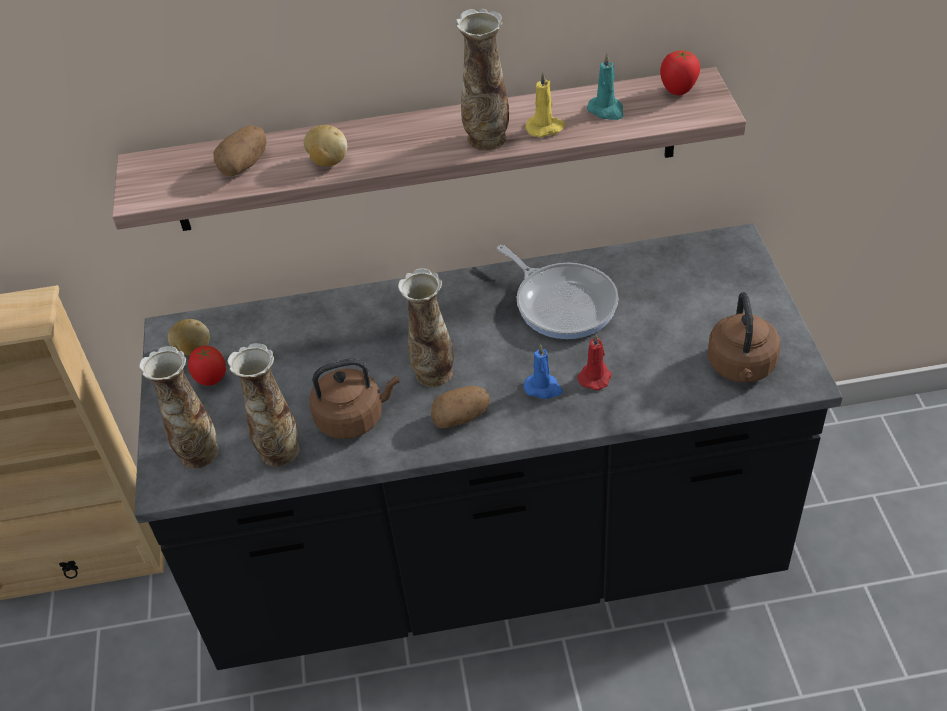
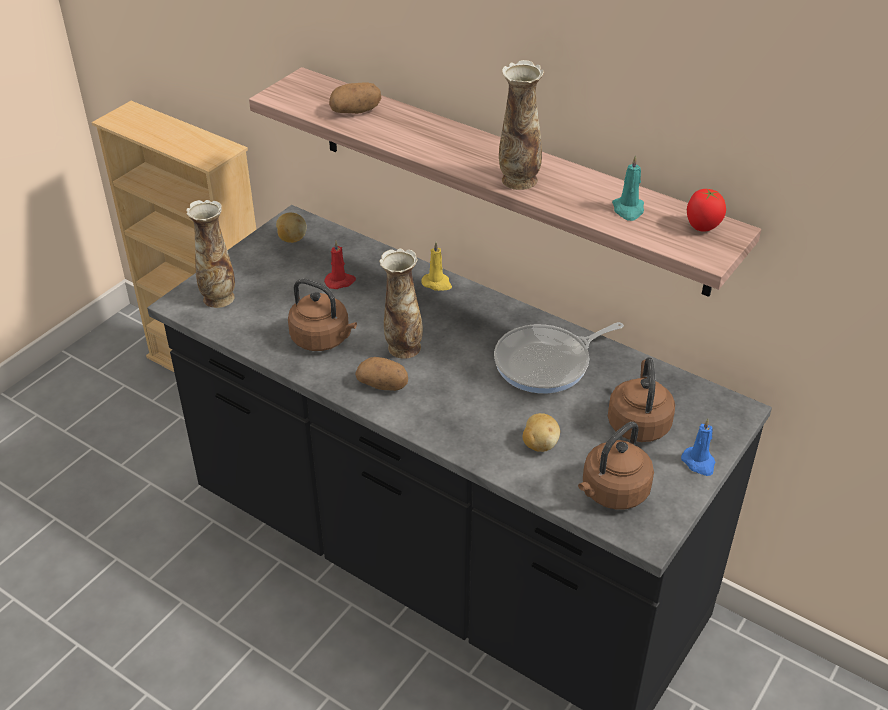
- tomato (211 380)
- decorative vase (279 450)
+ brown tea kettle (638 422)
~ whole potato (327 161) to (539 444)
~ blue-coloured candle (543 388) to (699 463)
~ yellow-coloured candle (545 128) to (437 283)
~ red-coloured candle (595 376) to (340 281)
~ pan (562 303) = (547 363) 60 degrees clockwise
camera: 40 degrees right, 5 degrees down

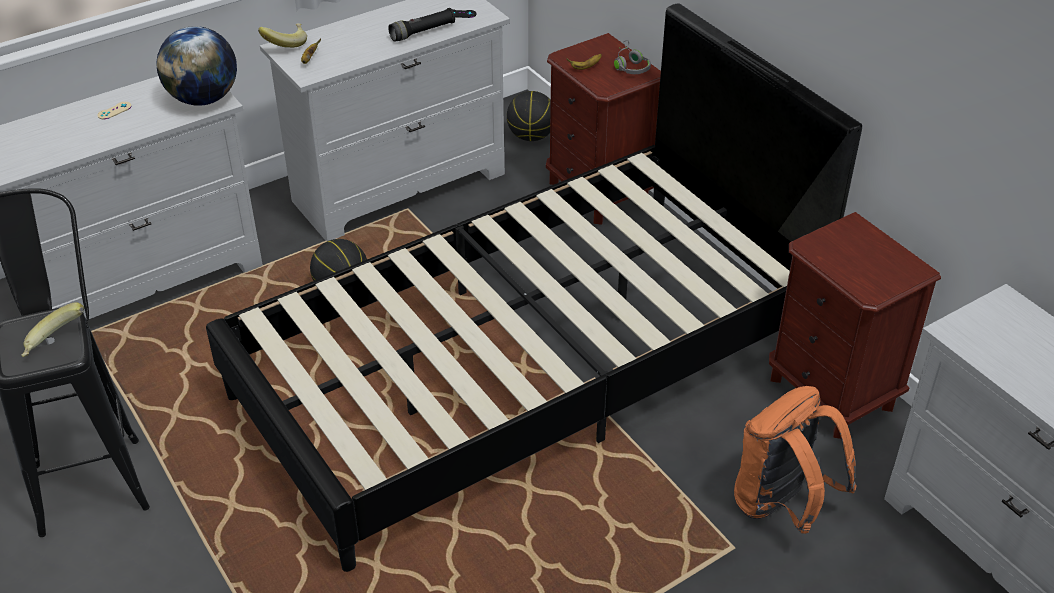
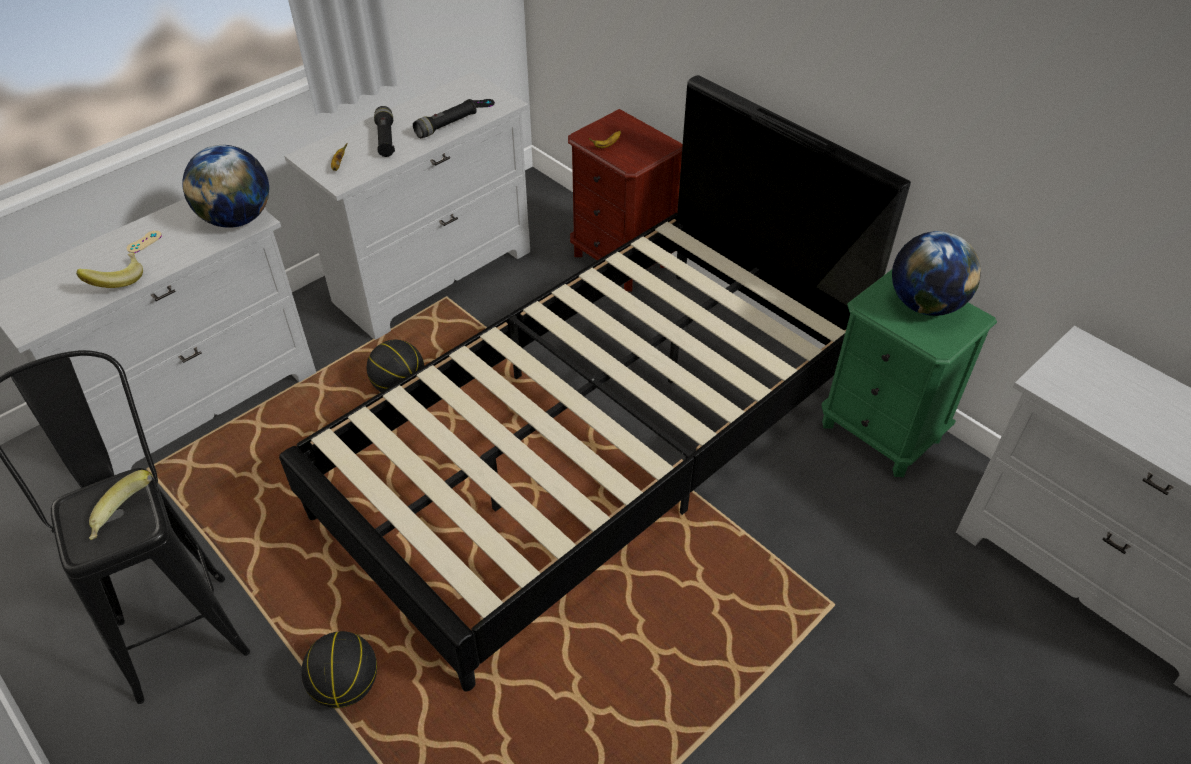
- greyish headset (630 65)
- orangey knapsack (781 506)
+ black-coloured torch (386 139)
+ desk globe (925 304)
~ whole banana (285 44) to (117 280)
~ ball for basketball (531 136) to (347 685)
~ brown nightstand (831 393) to greenish nightstand (880 432)
camera: 10 degrees left, 5 degrees up

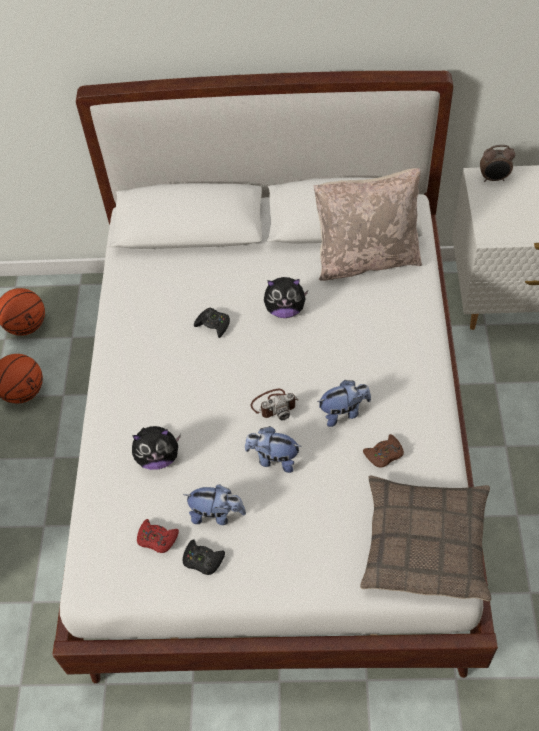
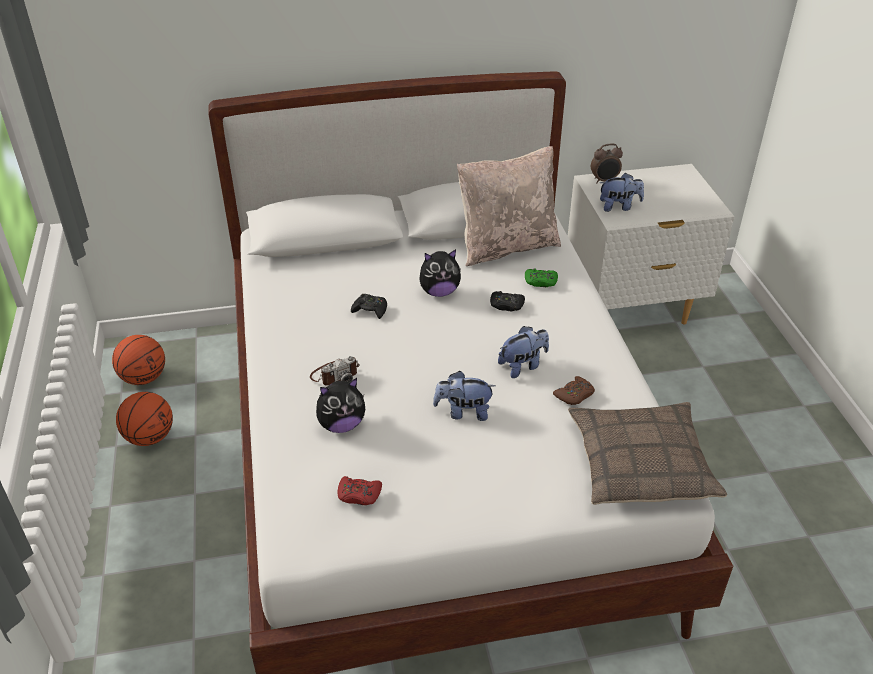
+ greenish joypad (540 282)
~ plush toy (217 514) to (619 207)
~ black-coloured joypad (203 560) to (506 305)
~ photo camera (274 405) to (335 374)
camera: 15 degrees left, 15 degrees down

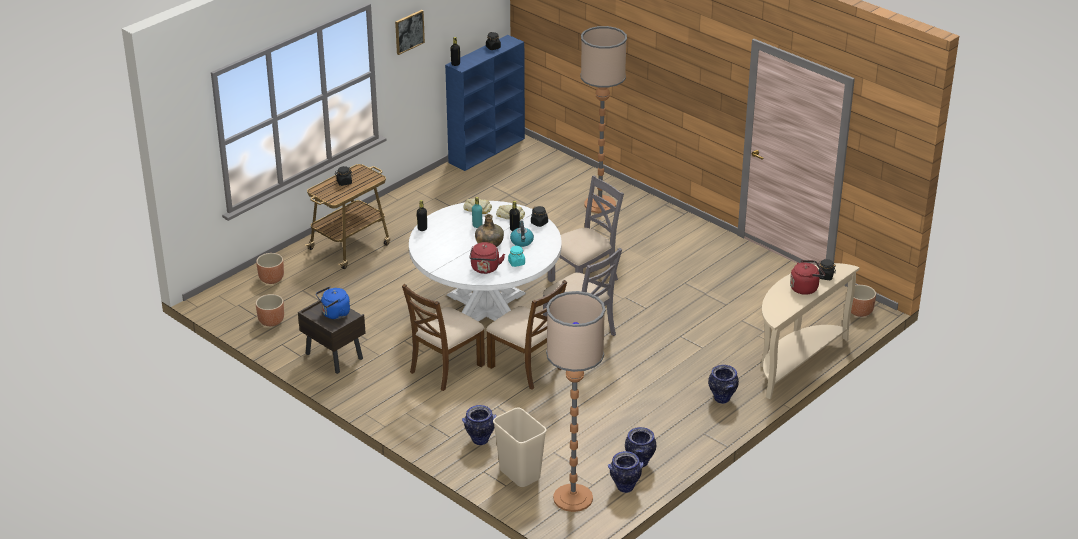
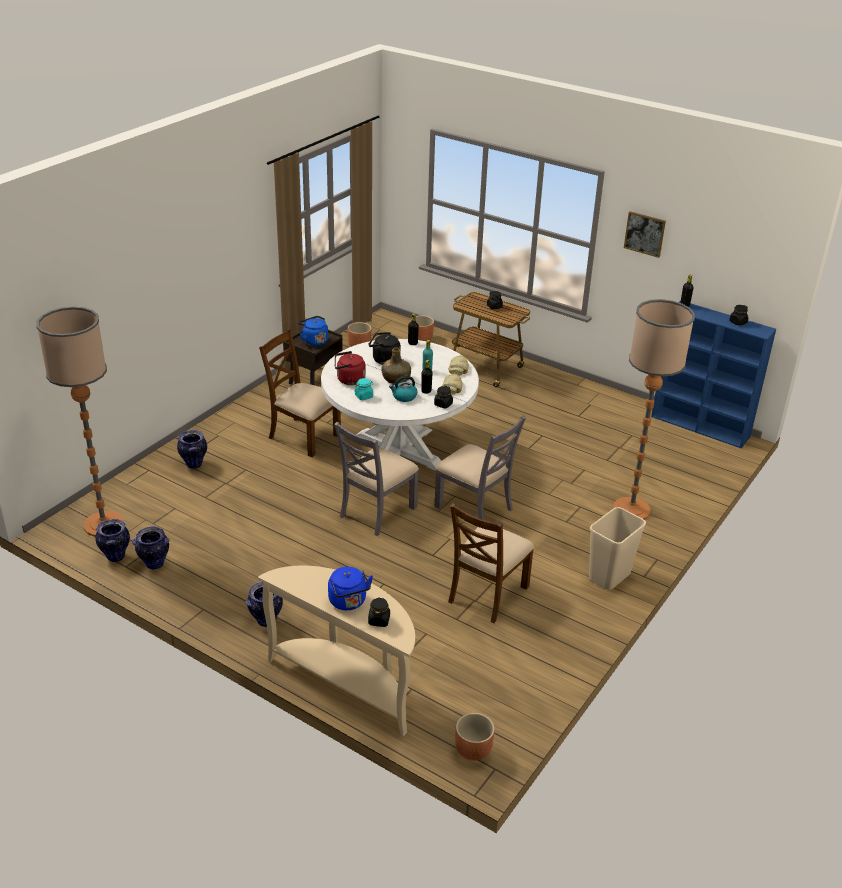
+ black-coloured tea kettle (384 360)
~ brown plain chair (526 367) to (487 594)
~ beige waste bin (519 474) to (609 576)
~ red-coloured tea kettle (805 288) to blue-coloured tea kettle (349 602)
camera: 80 degrees right, 0 degrees up

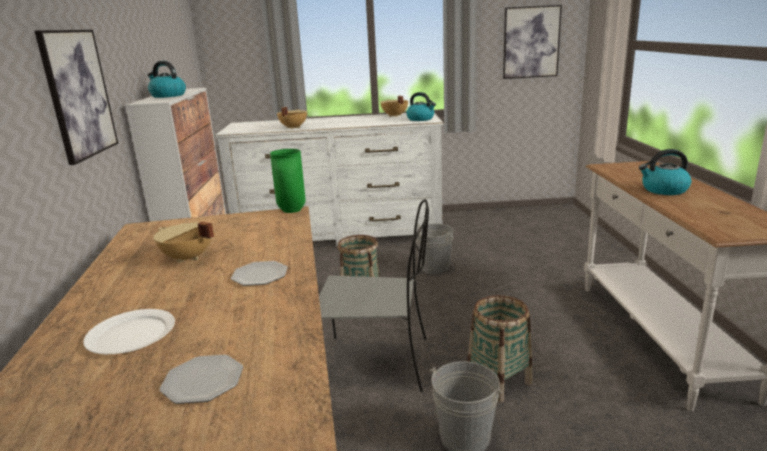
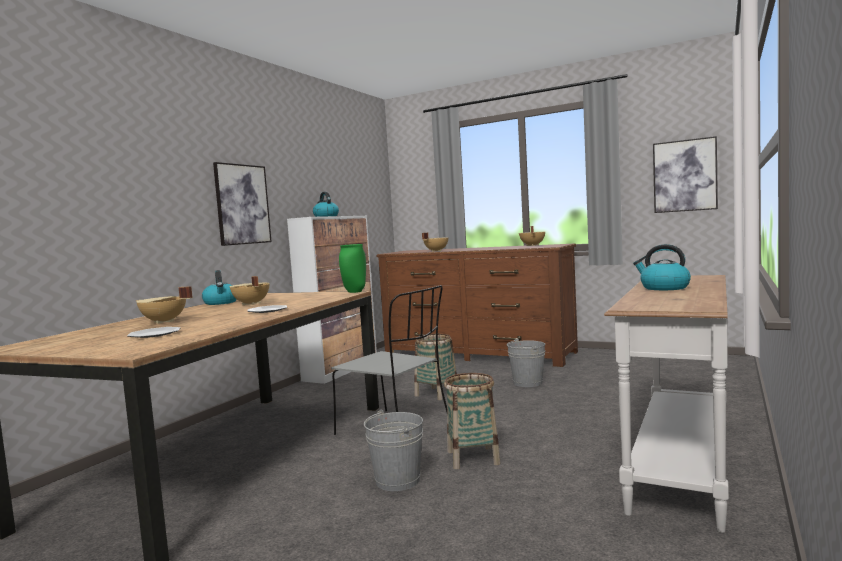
~ tea kettle (421 119) to (221 303)
~ white flat dish (132 335) to beige stockpot (163 322)
~ white dresser (340 234) to brown dresser (478 354)
camera: 30 degrees right, 15 degrees down

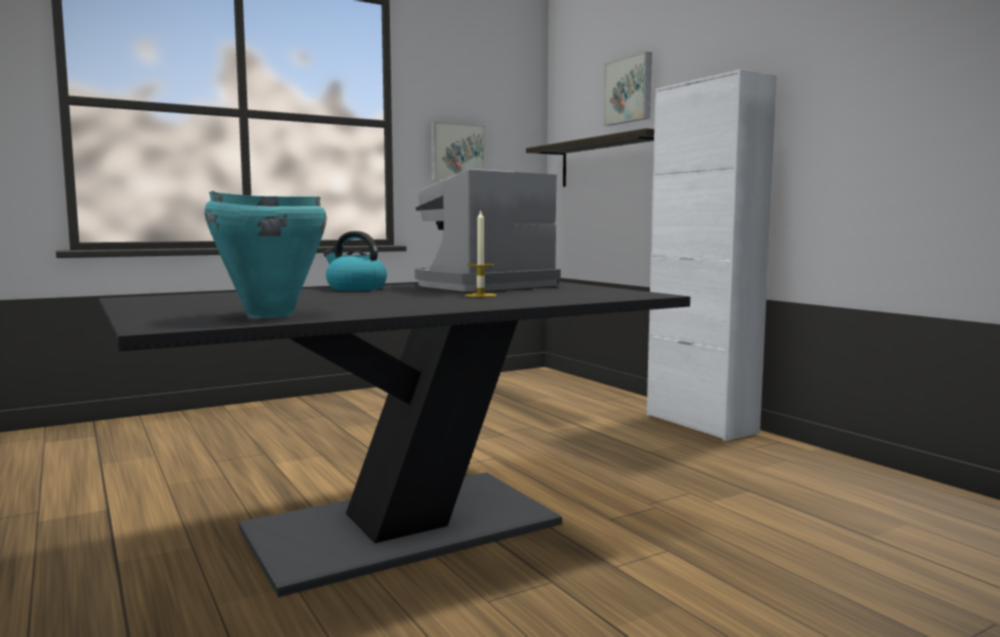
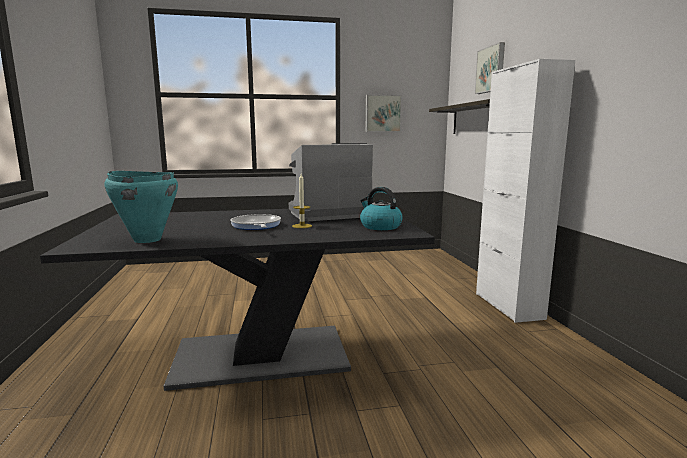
+ pan (256 226)
~ tea kettle (355 288) to (380 226)
camera: 20 degrees right, 5 degrees up

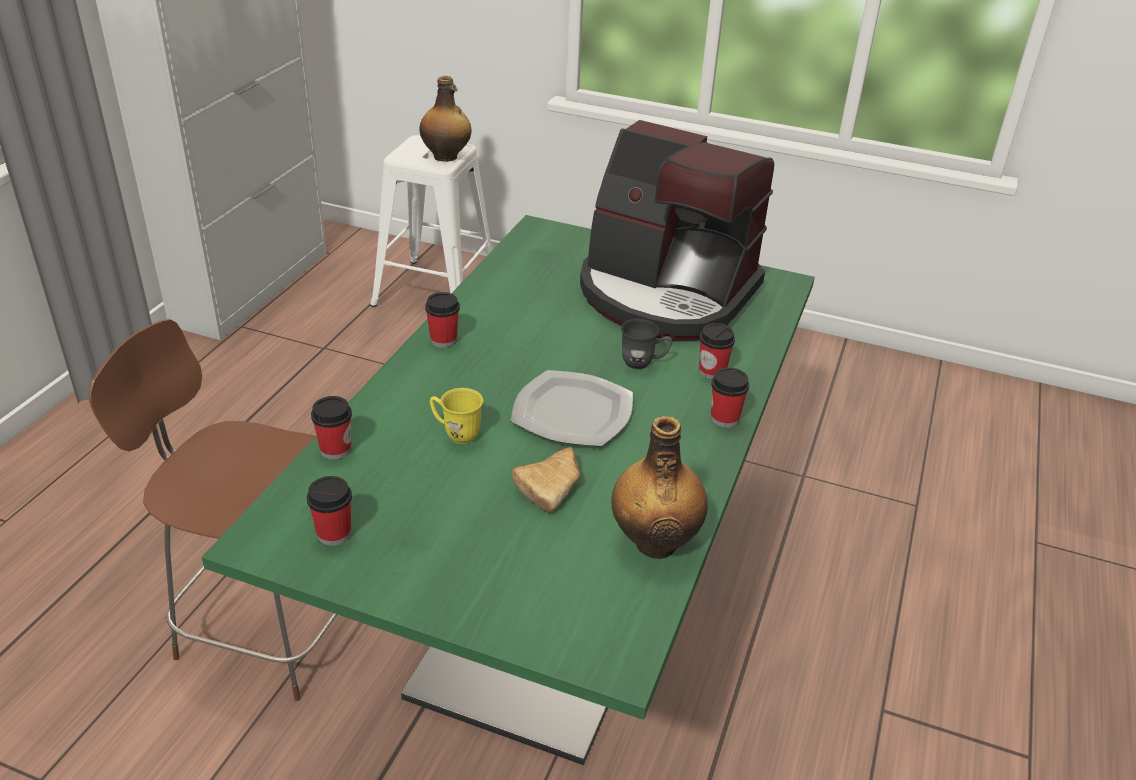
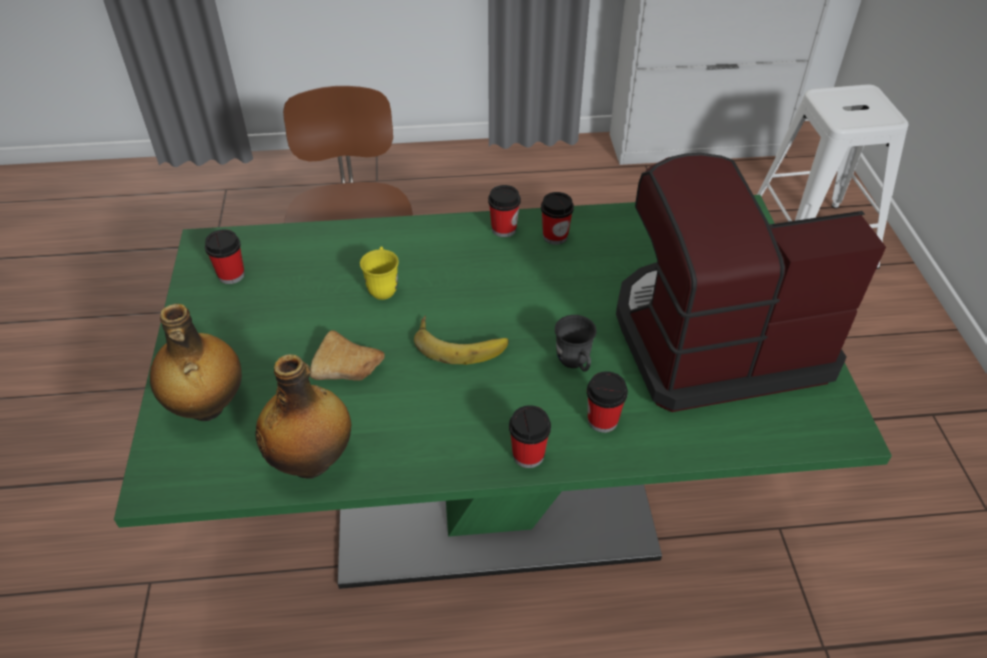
~ drinking cup (335 450) to (555 236)
~ bottle (446 157) to (207 407)
~ flat dish (572 411) to whole banana (460 342)
~ coffee maker (666 294) = (714 339) 75 degrees clockwise
camera: 65 degrees right, 10 degrees up

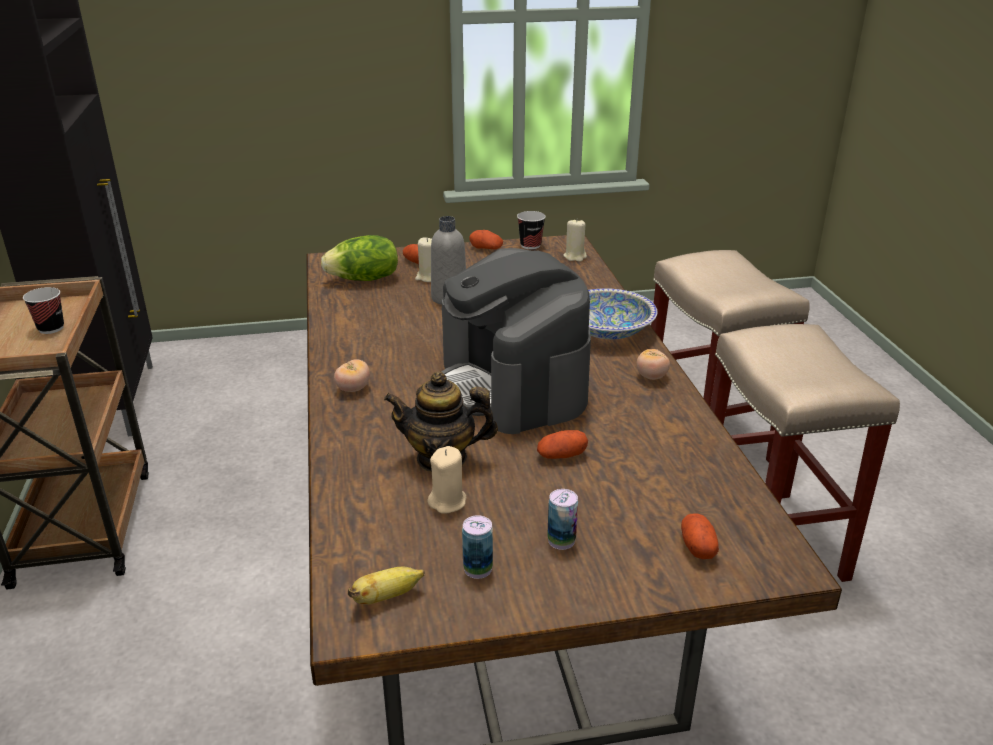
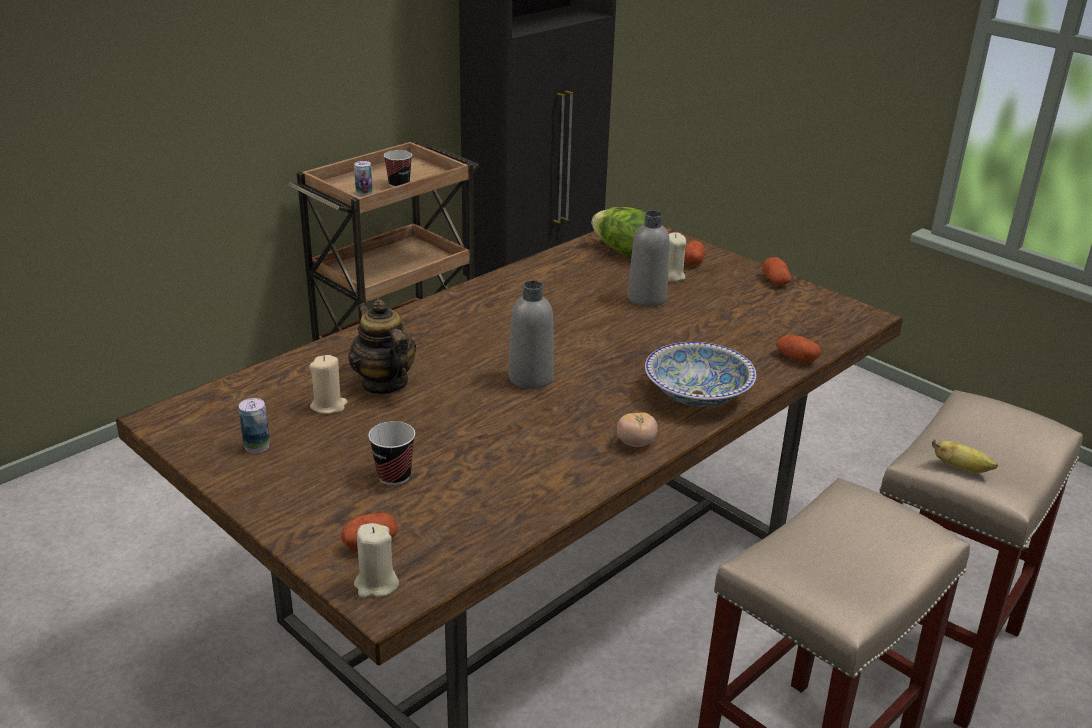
- tomato (353 389)
~ whole banana (386 597) to (961 468)
~ drinking cup (530 245) to (394 476)
~ whole potato (561 455) to (796 358)
~ metal can (561 540) to (364 194)
~ beige candle (575 257) to (376 584)
~ coffee maker (513 385) to greyish bottle (531 378)
camera: 55 degrees right, 0 degrees up

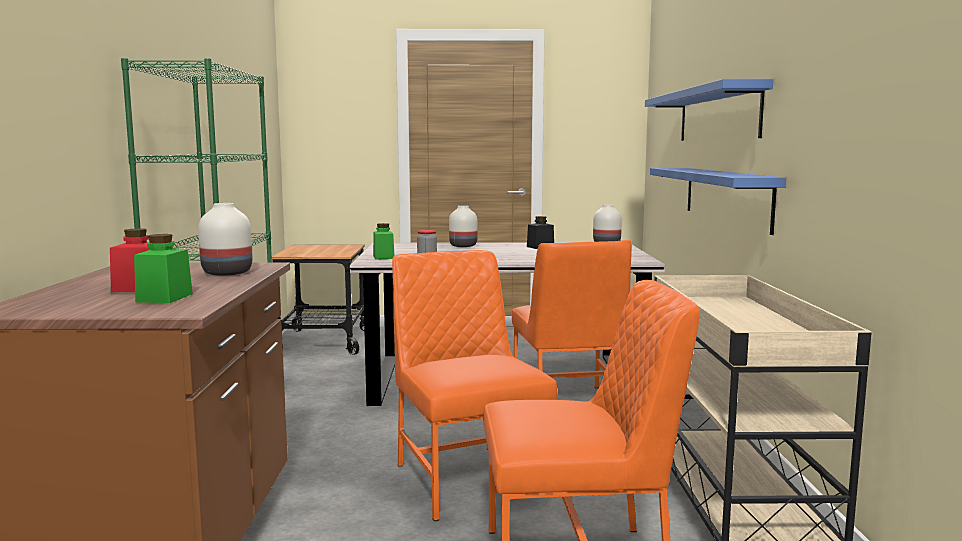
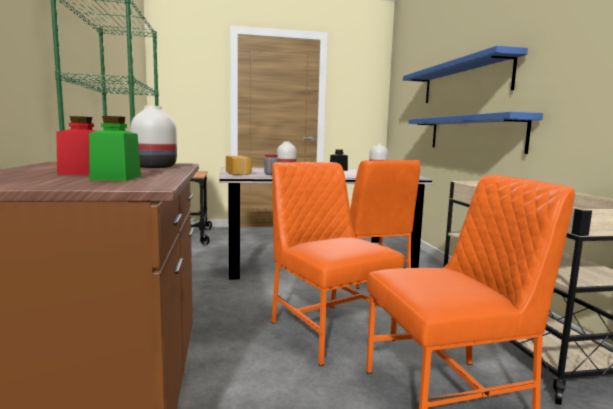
~ greenish jar (383 257) to baked bread (239 173)
camera: 10 degrees left, 0 degrees up

